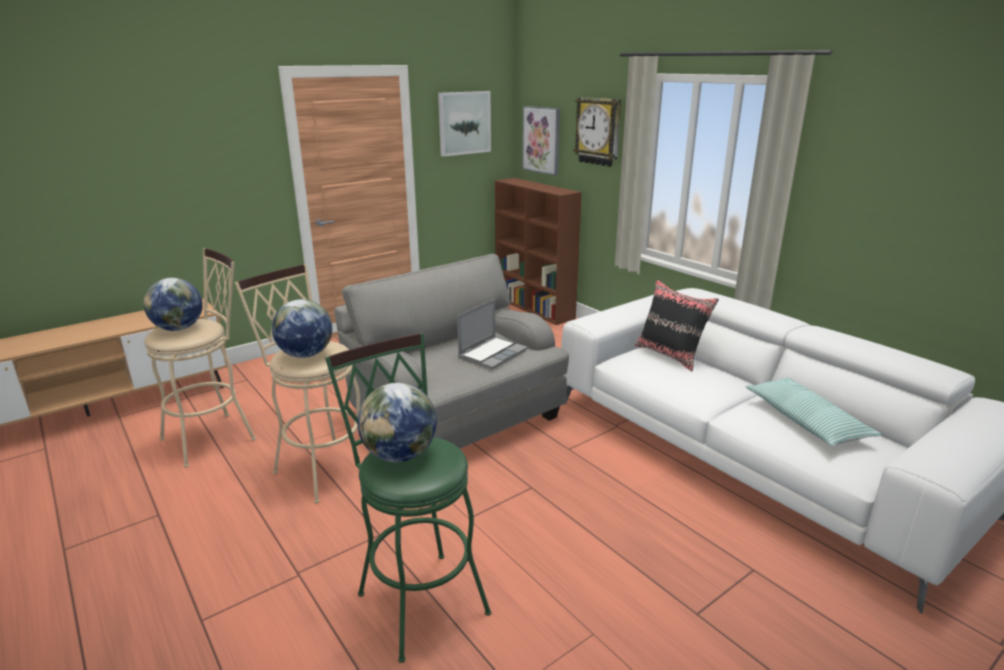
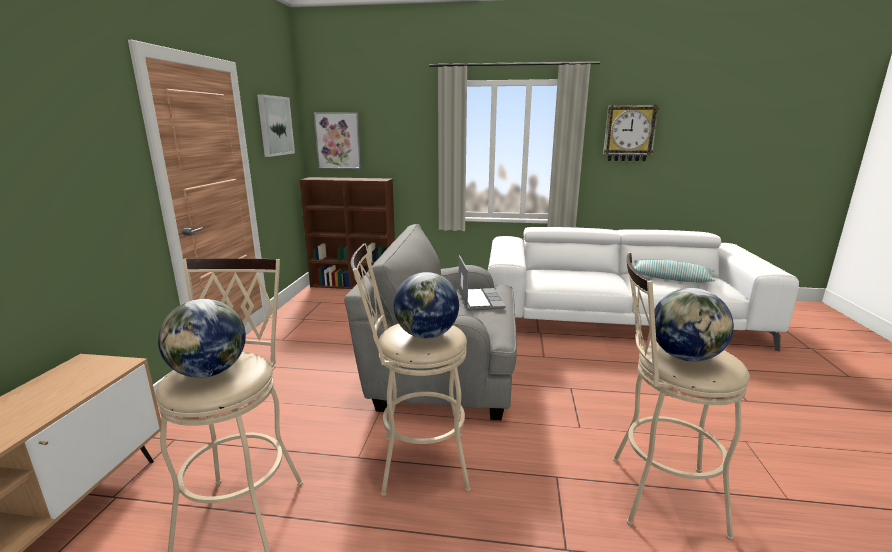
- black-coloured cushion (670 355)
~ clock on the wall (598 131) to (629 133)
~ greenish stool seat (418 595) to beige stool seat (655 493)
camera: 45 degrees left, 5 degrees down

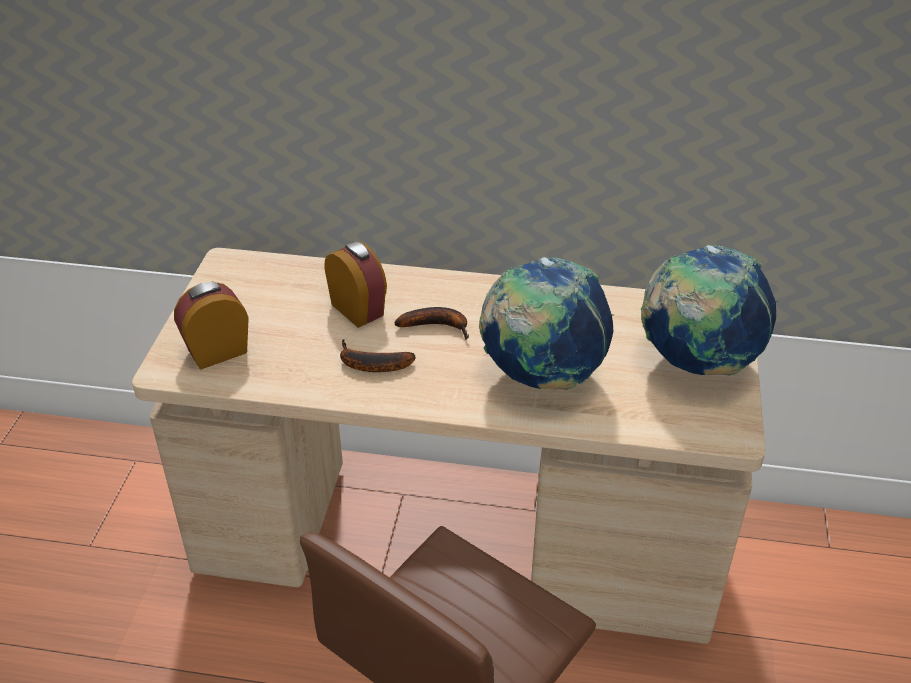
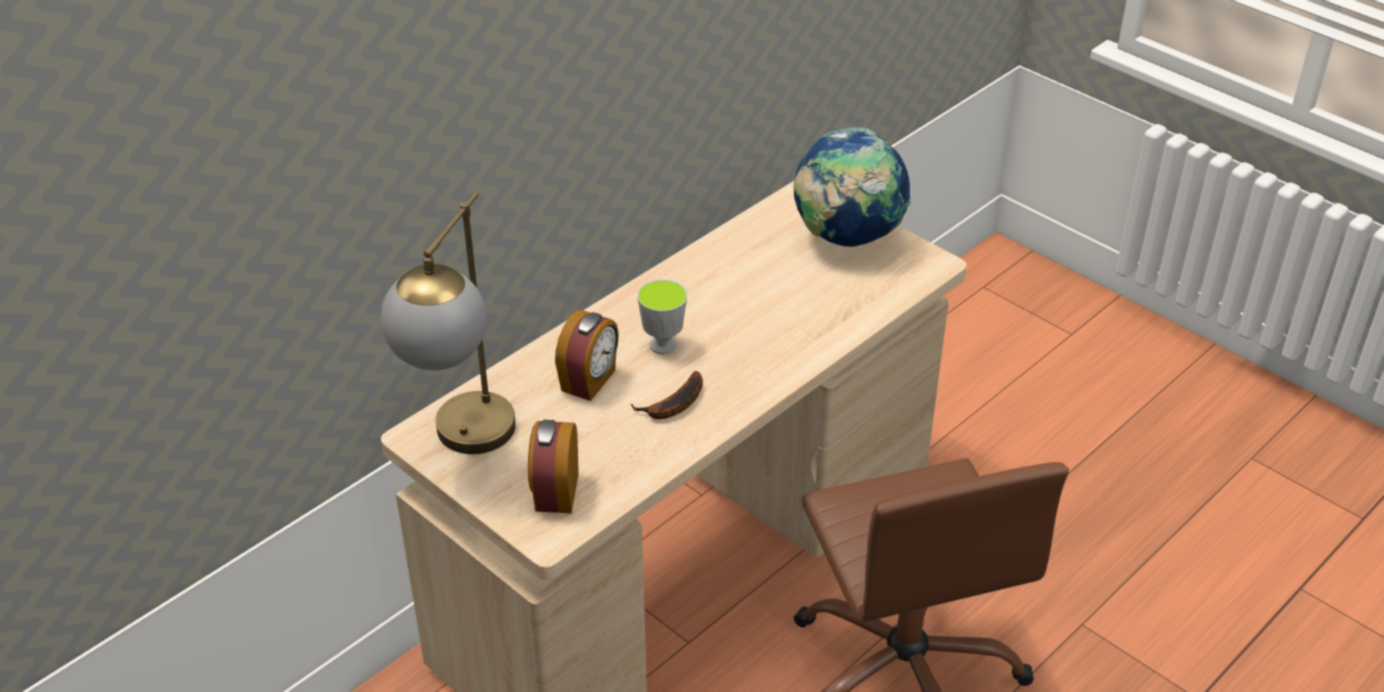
- desk globe (542 376)
+ tabletop lamp (464 447)
~ whole banana (438 326) to drinking cup (663 345)
~ table clock (358 309) = (589 381) 120 degrees clockwise
camera: 55 degrees left, 0 degrees up

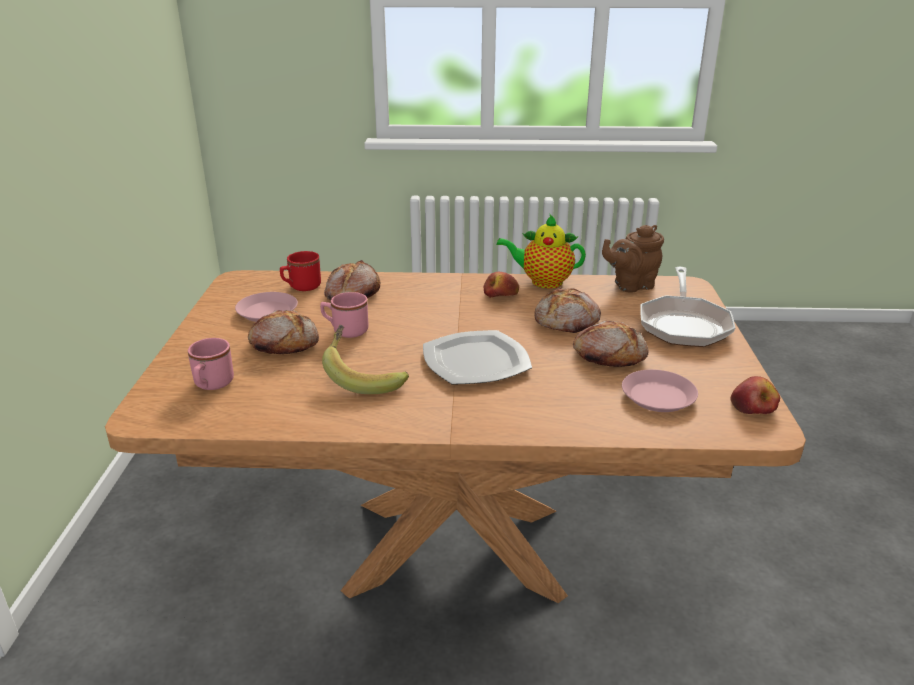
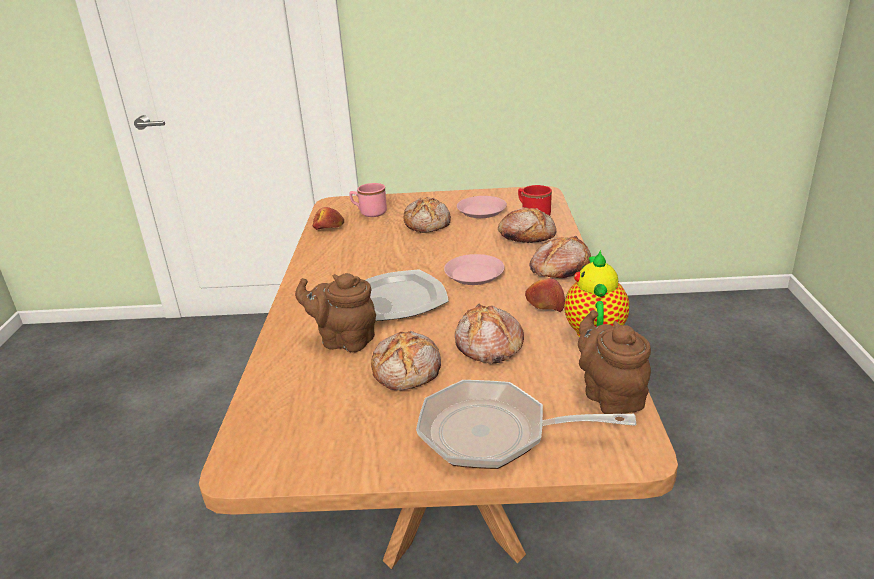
- pink mug (345 330)
- whole banana (364 377)
+ brown teapot (344 340)
+ baked bread (559 268)
~ pink flat dish (658 396) to (474 274)
~ whole apple (753 406) to (328 228)
camera: 90 degrees right, 0 degrees up

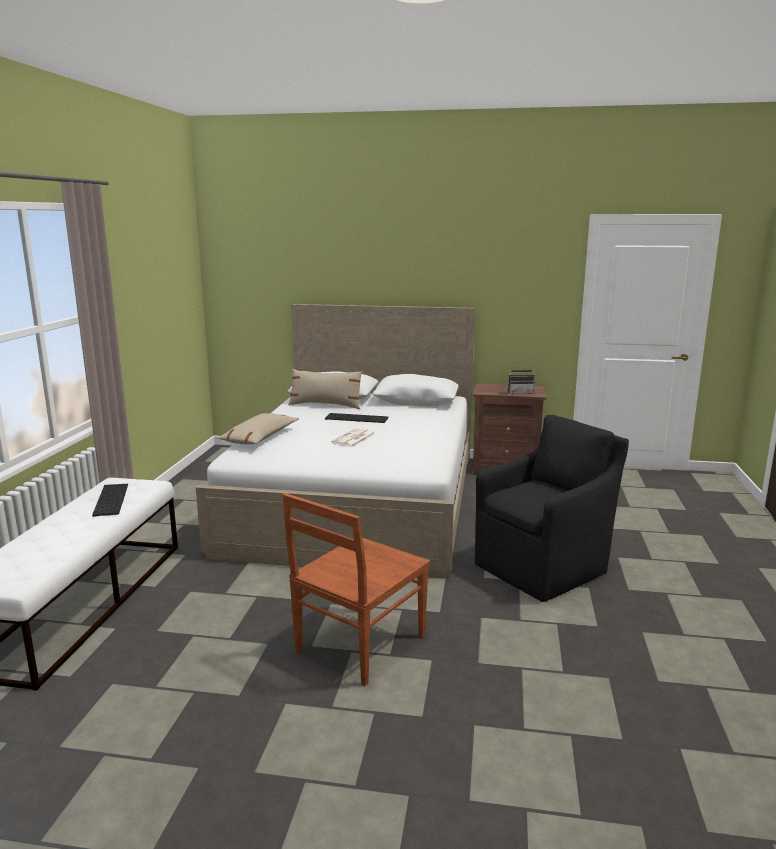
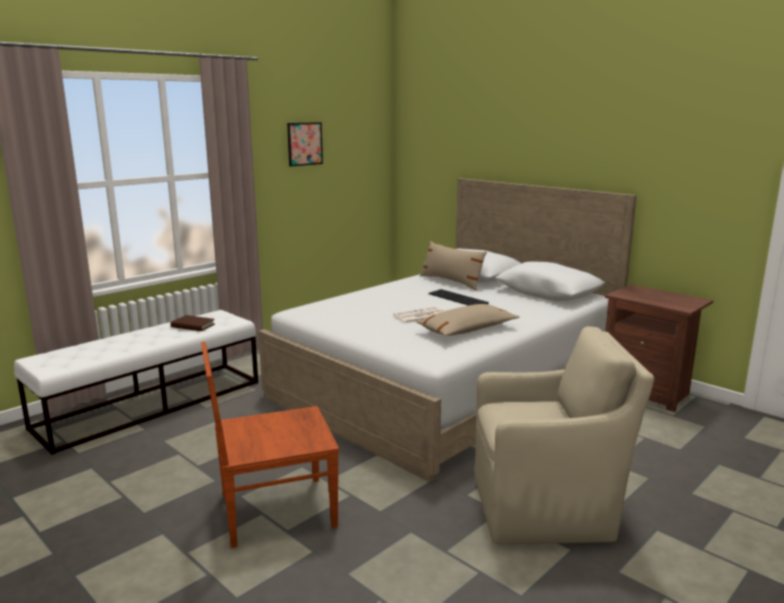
- radio set (520 392)
+ wall art (304 144)
~ beige cushion (260 438) to (467 330)
~ keyboard (109 499) to brown volume (193 325)
~ black-coloured lounge chair (543 567) to beige lounge chair (546 508)
camera: 35 degrees right, 0 degrees up

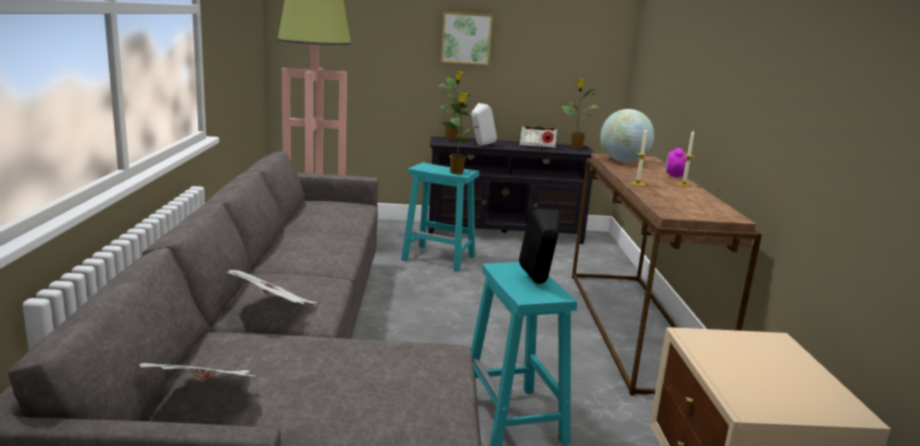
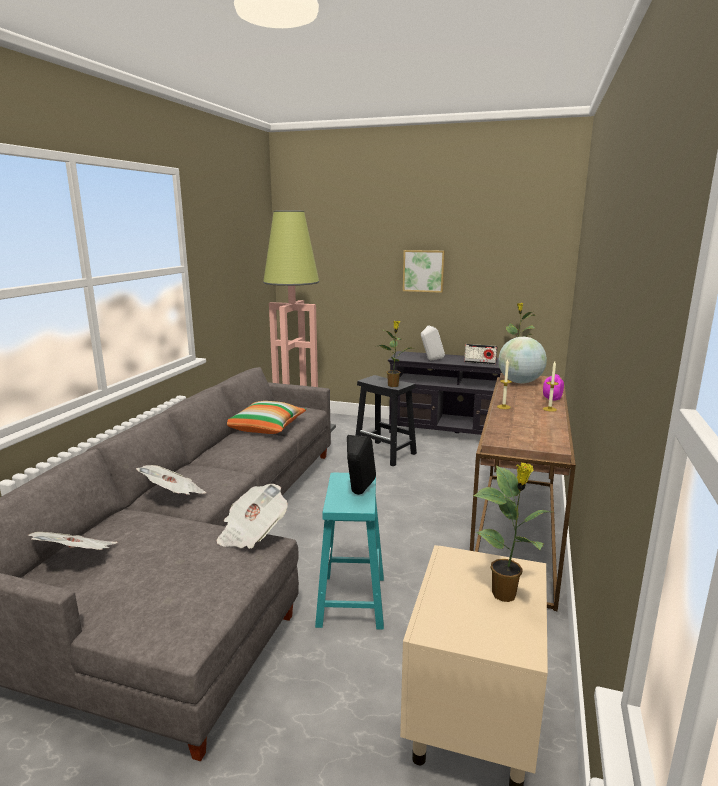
+ daily paper (252 533)
+ cushion (265 428)
~ potted plant (451 139) to (505 595)
~ turquoise-coloured stool seat (440 258) to black-coloured stool seat (386 453)
camera: 20 degrees right, 0 degrees up

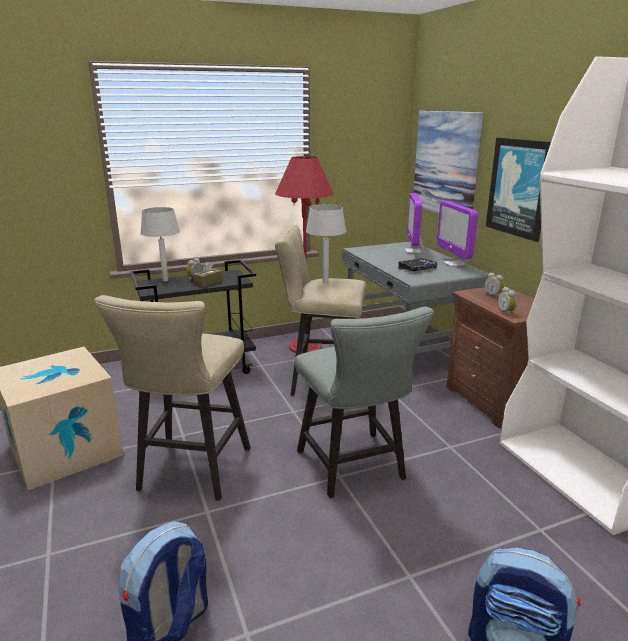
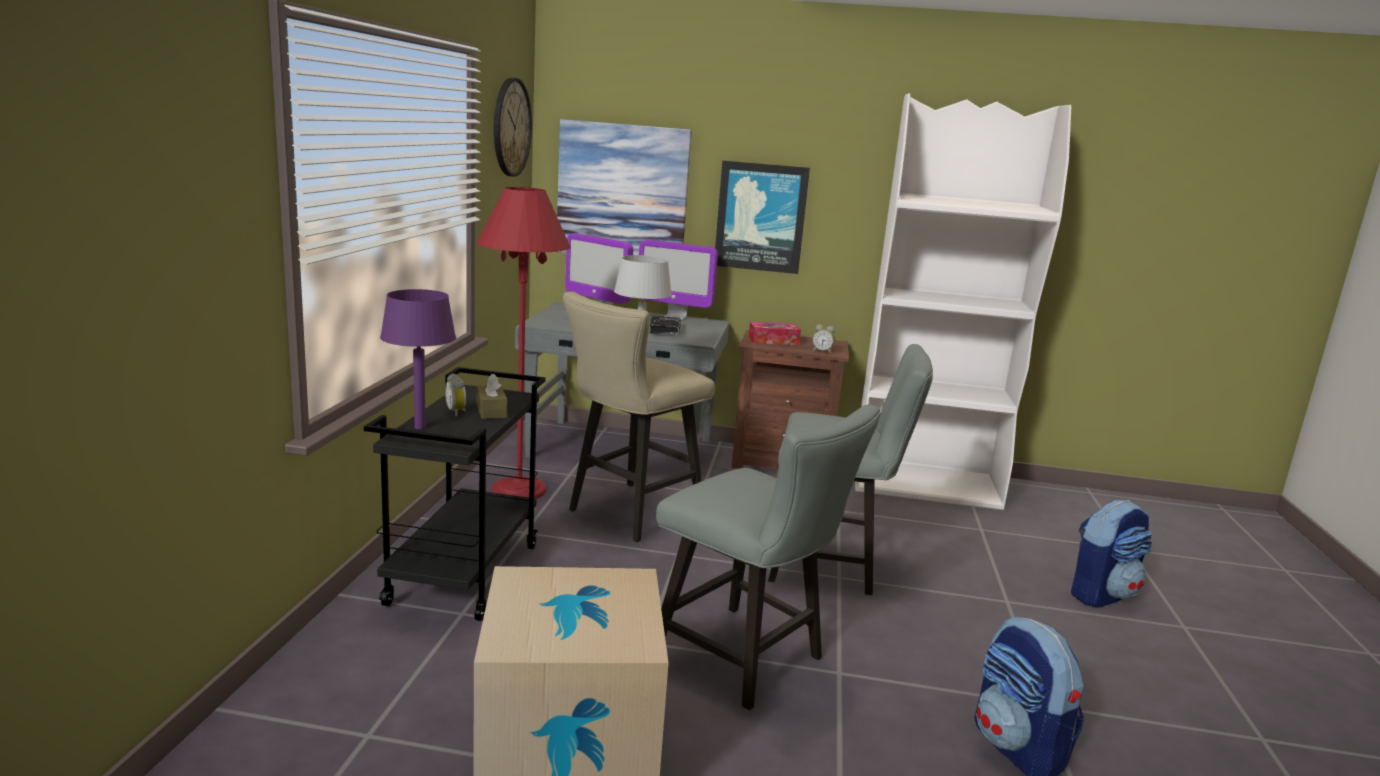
+ clock on the wall (511 127)
~ beige stool seat (190 473) to greyish plain chair (748 661)
~ table clock (493 296) to tissue box (773 341)
~ greyish tabletop lamp (165 280) to purple tabletop lamp (419 427)
camera: 60 degrees left, 5 degrees down

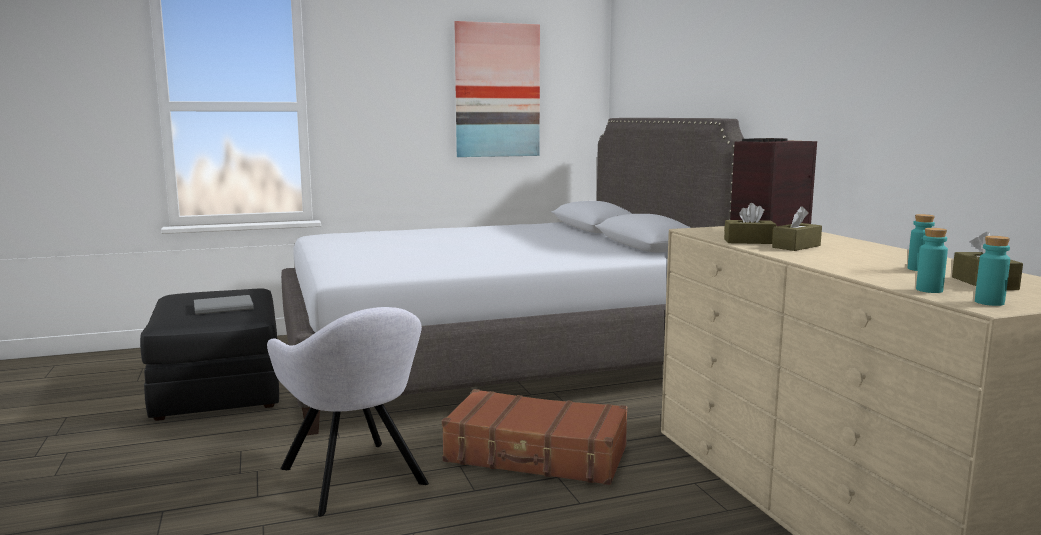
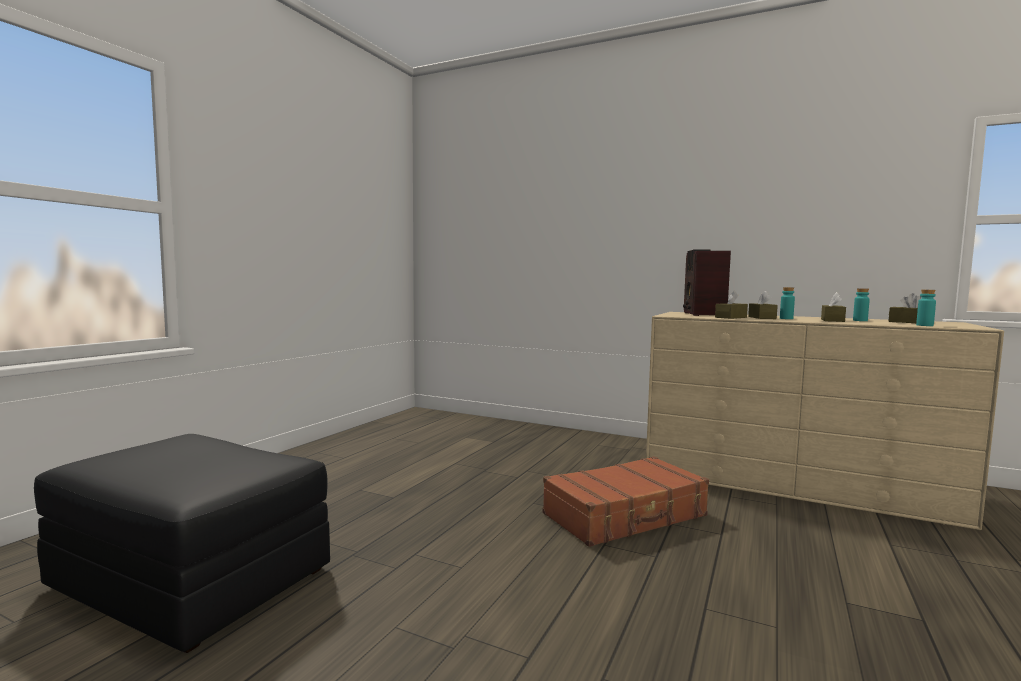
- greyish volume (225 307)
- greyish lounge chair (355 478)
- greyish sleeping bed (493 358)
- wall art (497 90)
+ brown tissue box (832 320)
~ turquoise-coloured bottle (989 302) to (786 318)
camera: 45 degrees left, 5 degrees down

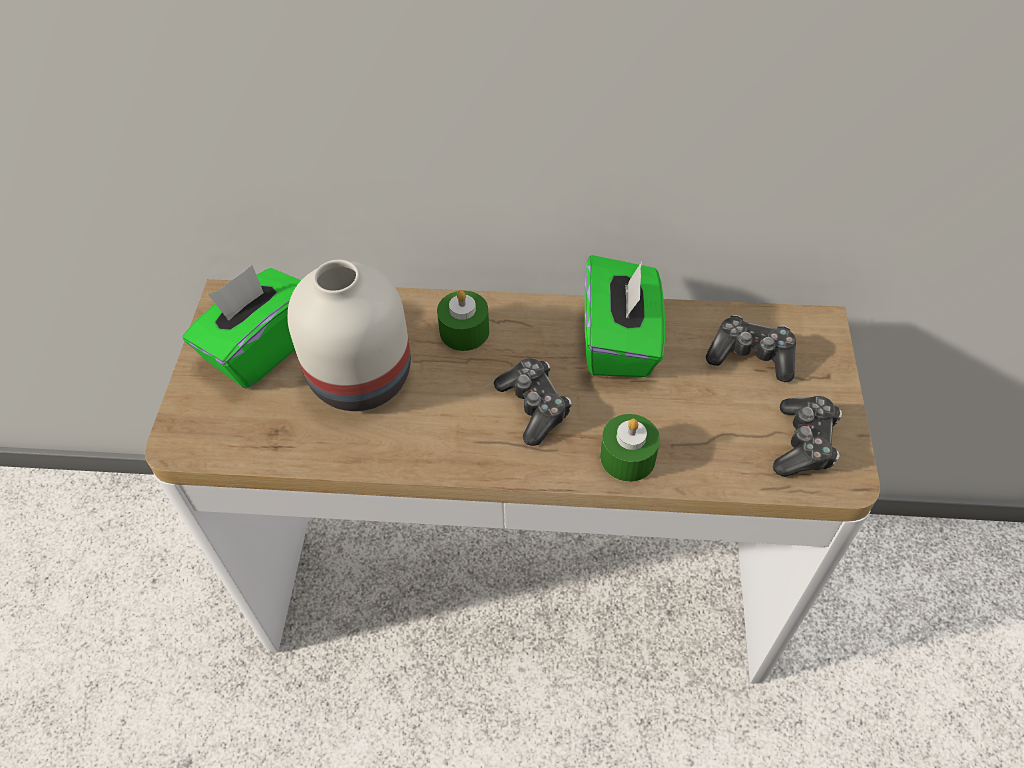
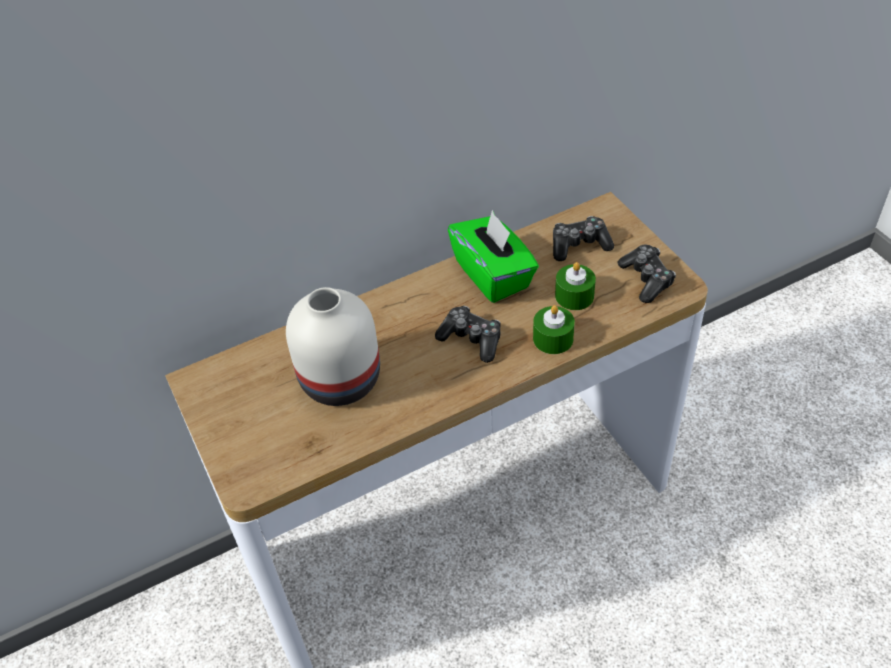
- greenish tissue box (262 347)
~ greenish candle (464 331) to (574 296)
camera: 30 degrees left, 5 degrees down

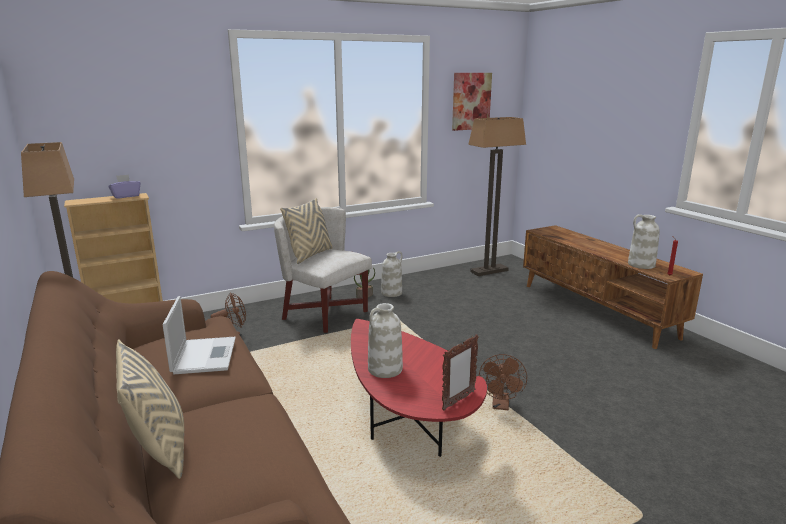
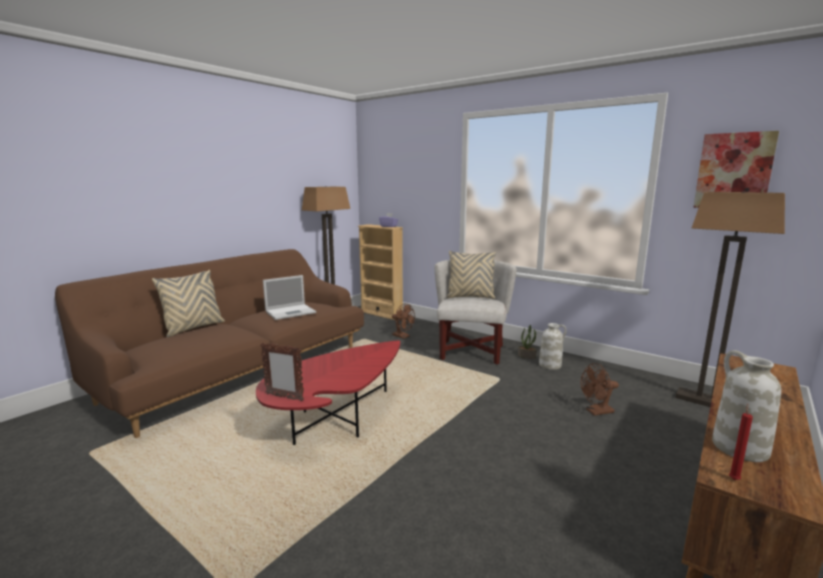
- white decorative vase (385 369)
~ brown fan (501 406) to (596 412)
camera: 65 degrees right, 5 degrees down

